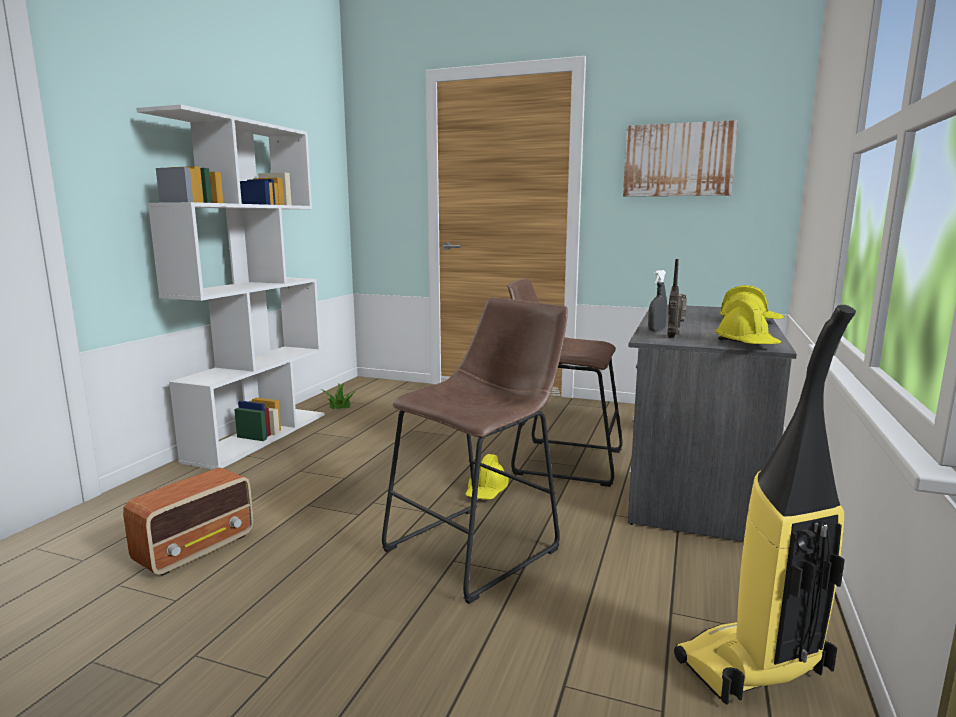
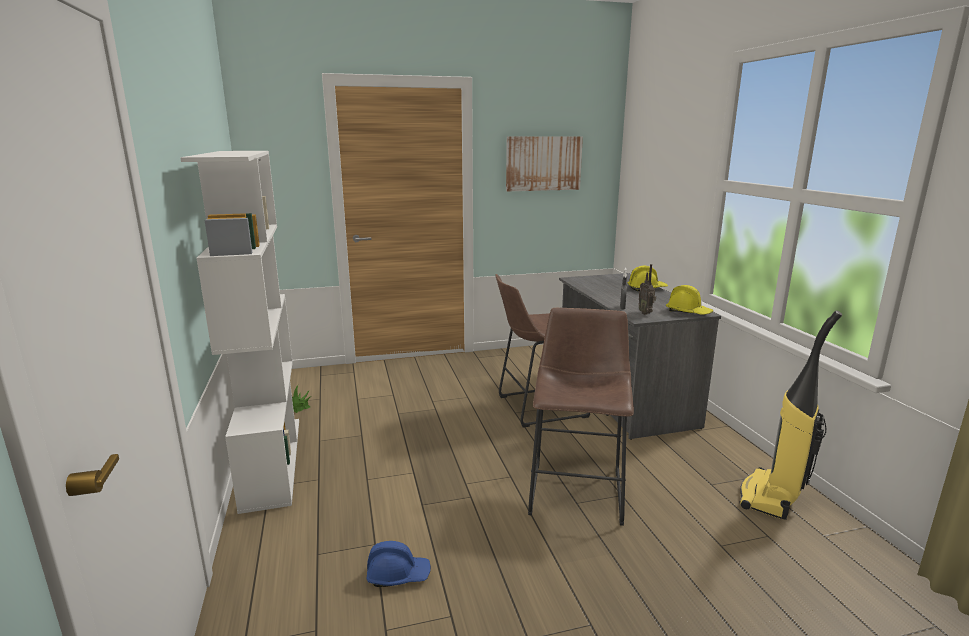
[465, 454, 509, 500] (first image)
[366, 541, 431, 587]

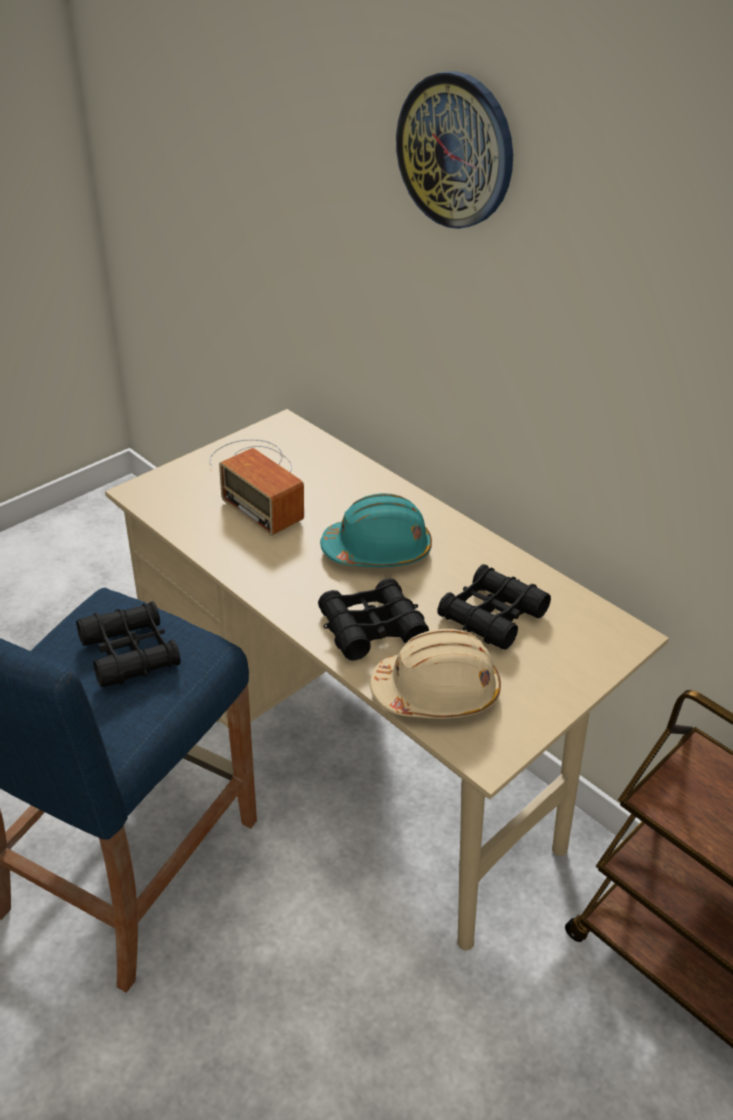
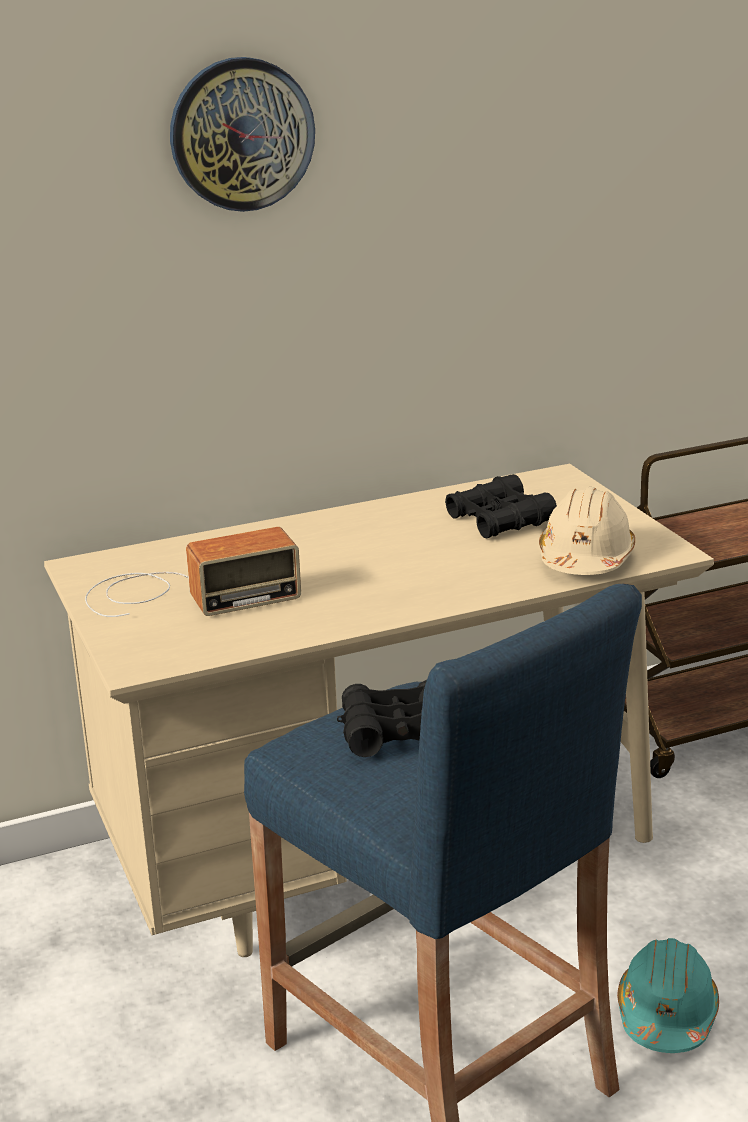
[318, 578, 429, 660] (first image)
[617, 938, 719, 1053]

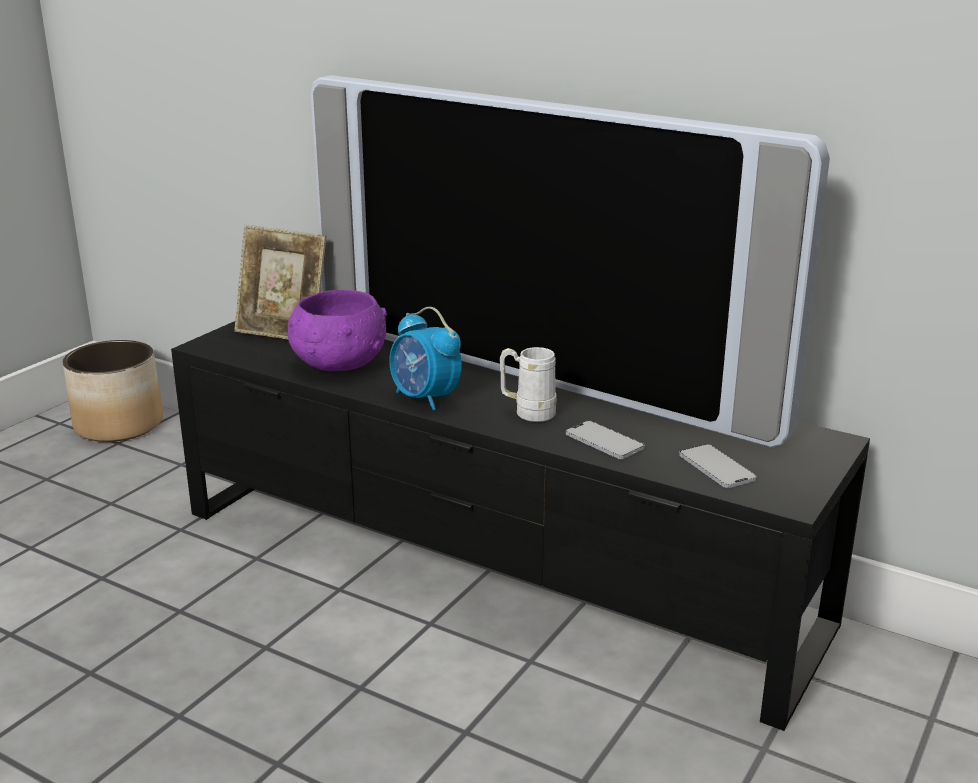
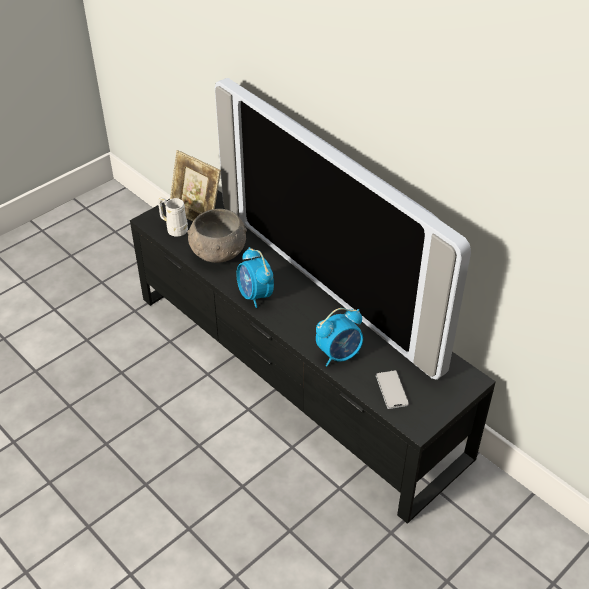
[63, 340, 163, 442] (first image)
[158, 197, 188, 237]
[316, 308, 363, 366]
[187, 209, 247, 263]

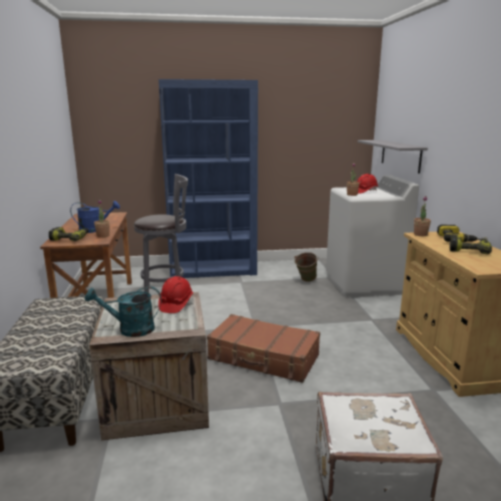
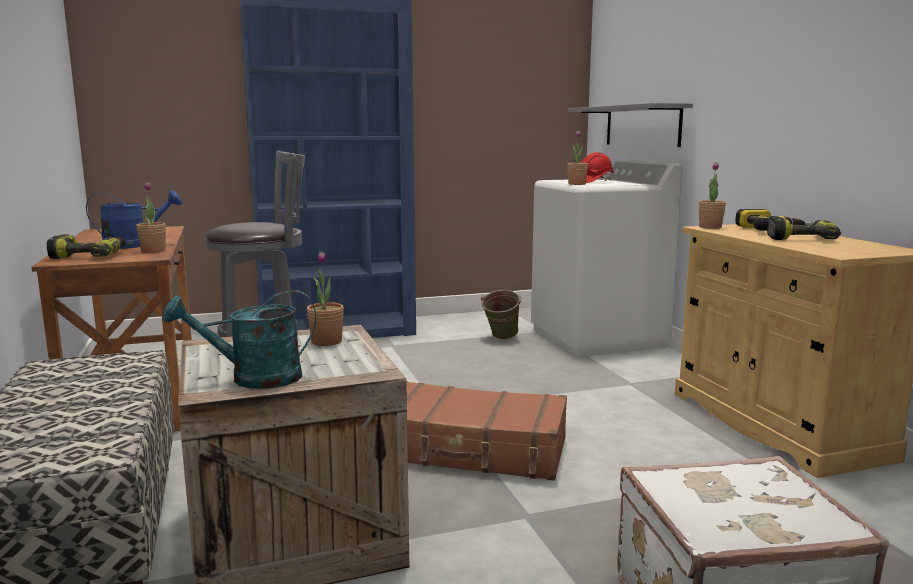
[307, 252, 344, 346]

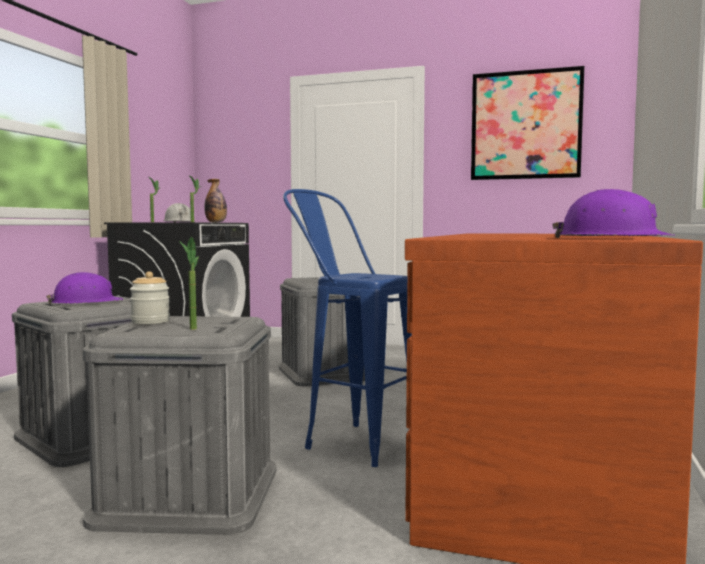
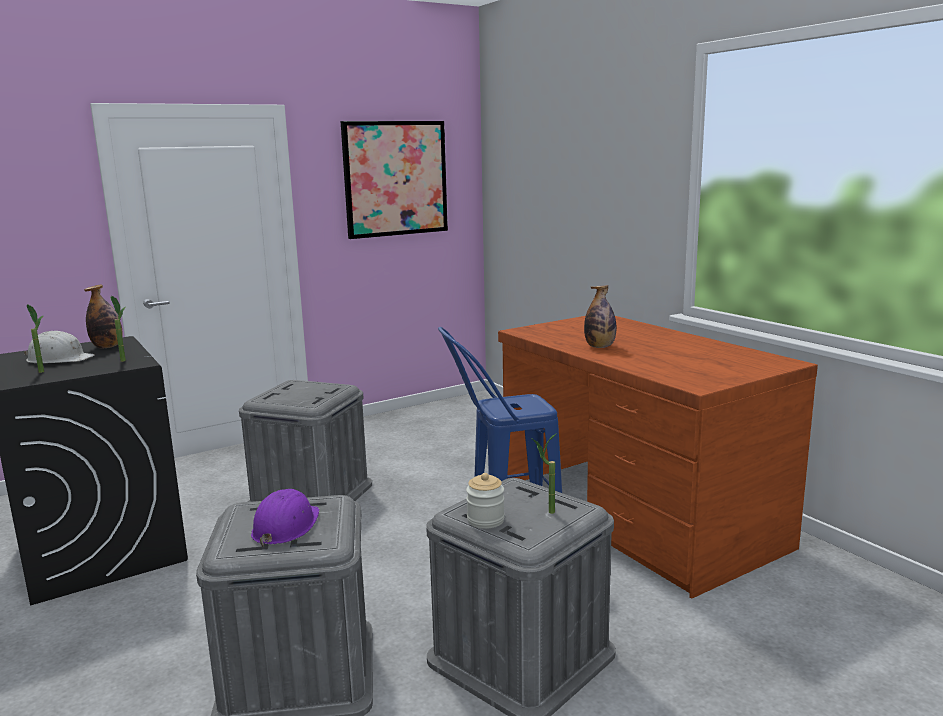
[552, 189, 675, 238] (first image)
[584, 285, 617, 348]

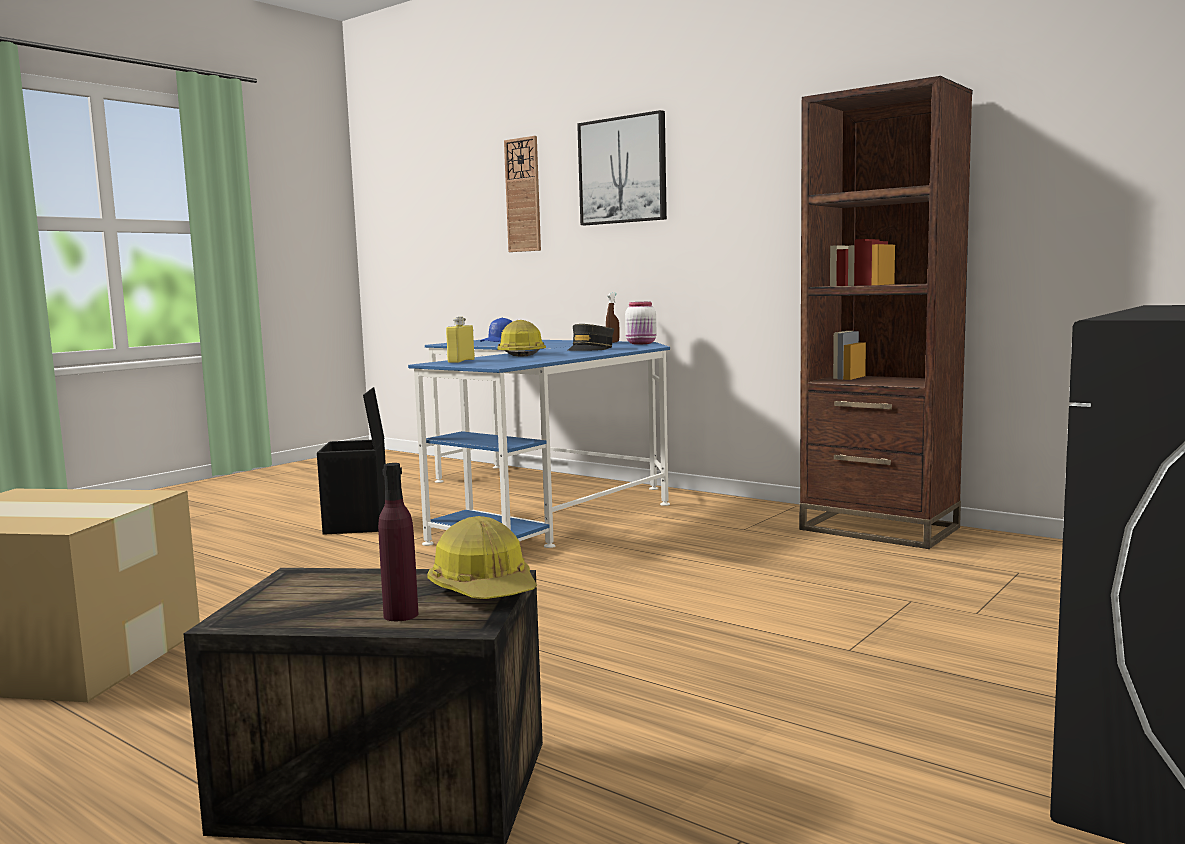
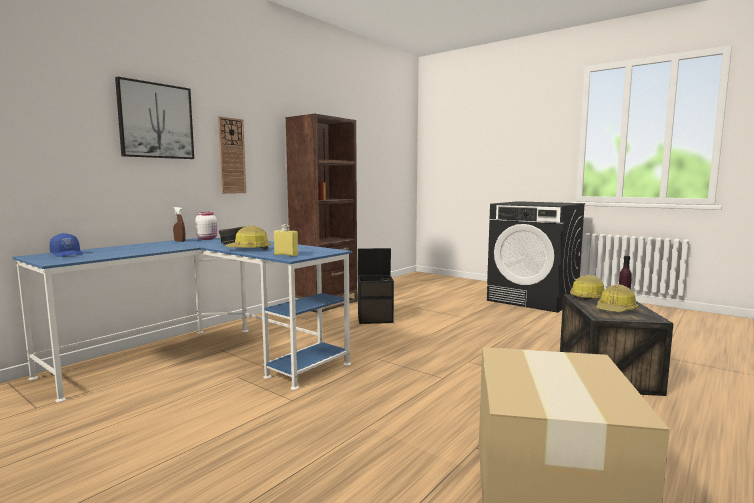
[597, 284, 638, 312]
[358, 248, 394, 324]
[218, 117, 246, 194]

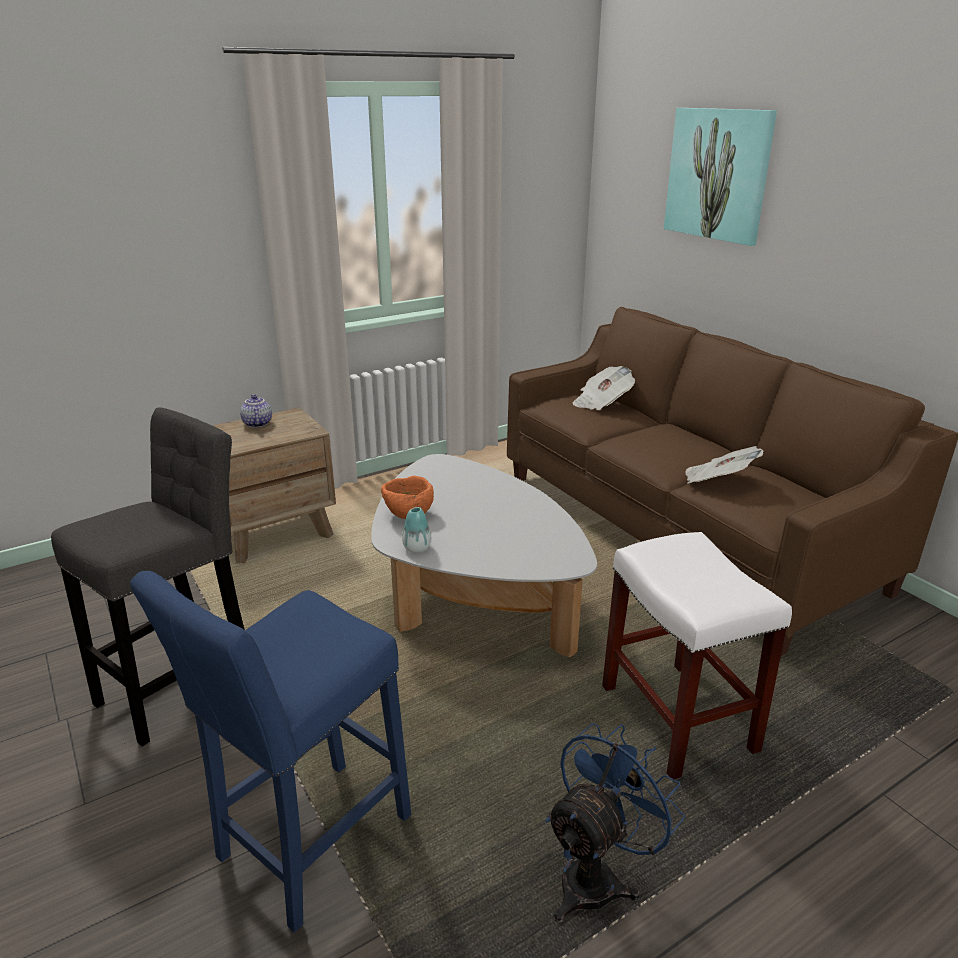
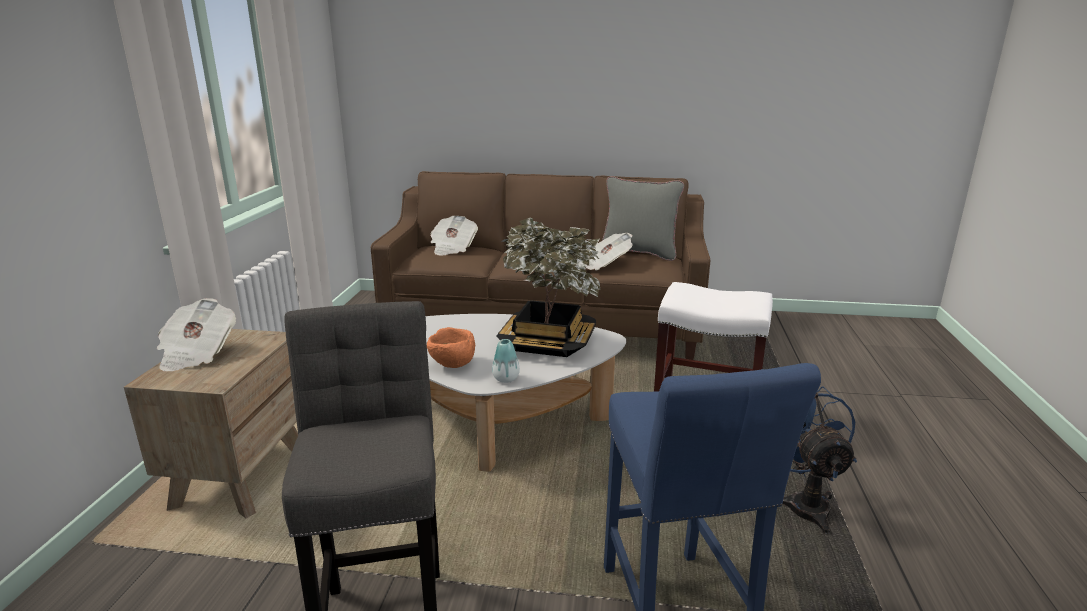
[664, 108, 777, 246] (first image)
[497, 218, 600, 357]
[602, 176, 684, 261]
[156, 298, 236, 371]

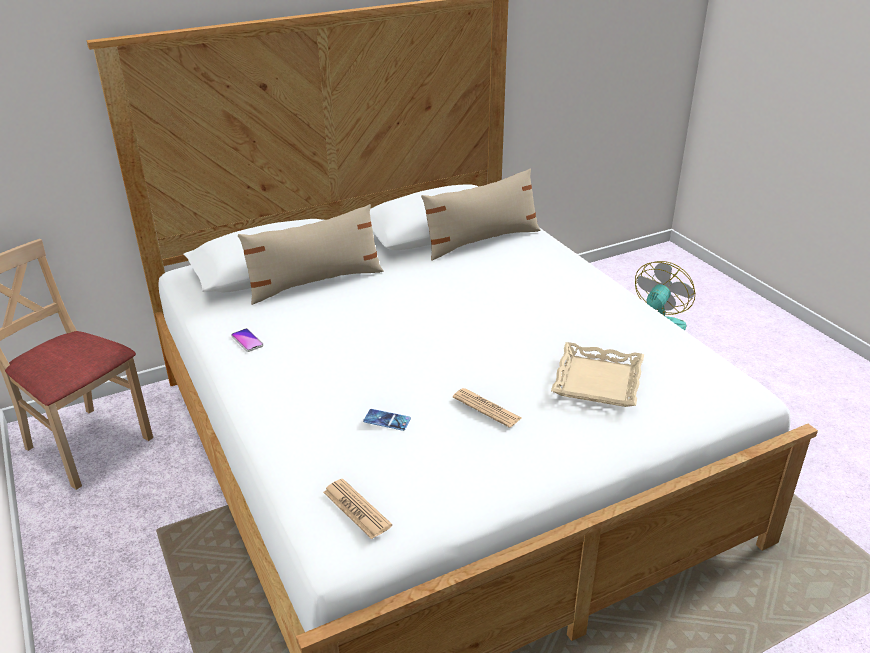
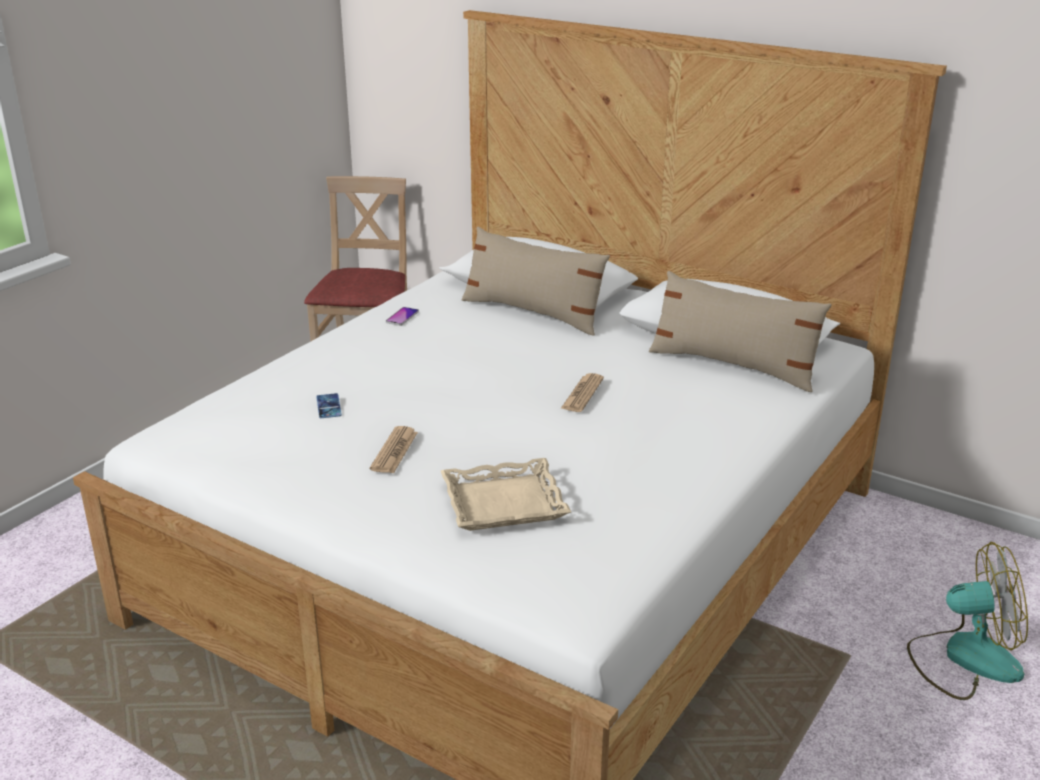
[560, 373, 604, 412]

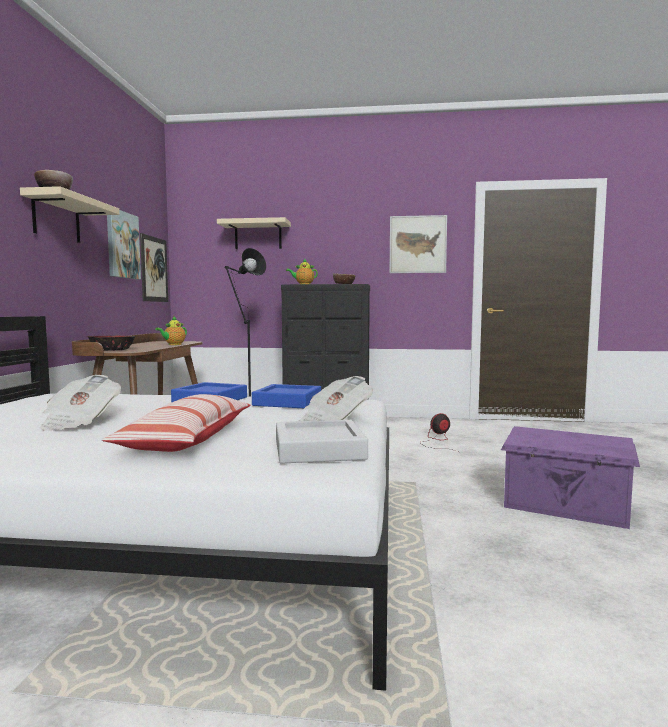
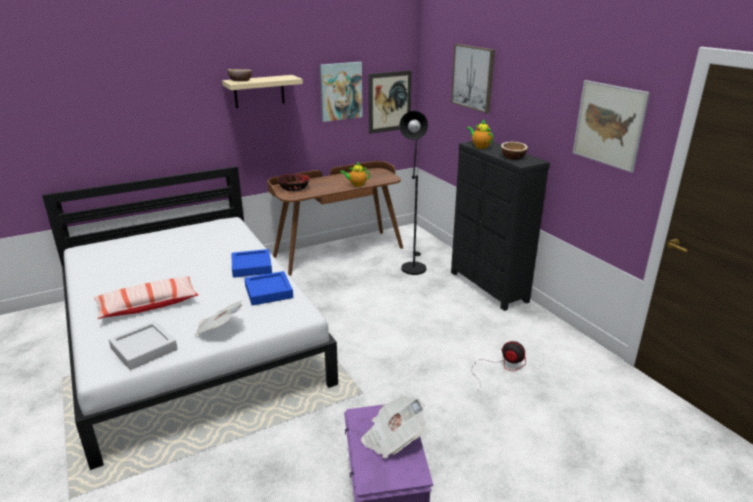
[361, 395, 426, 459]
[451, 44, 495, 113]

